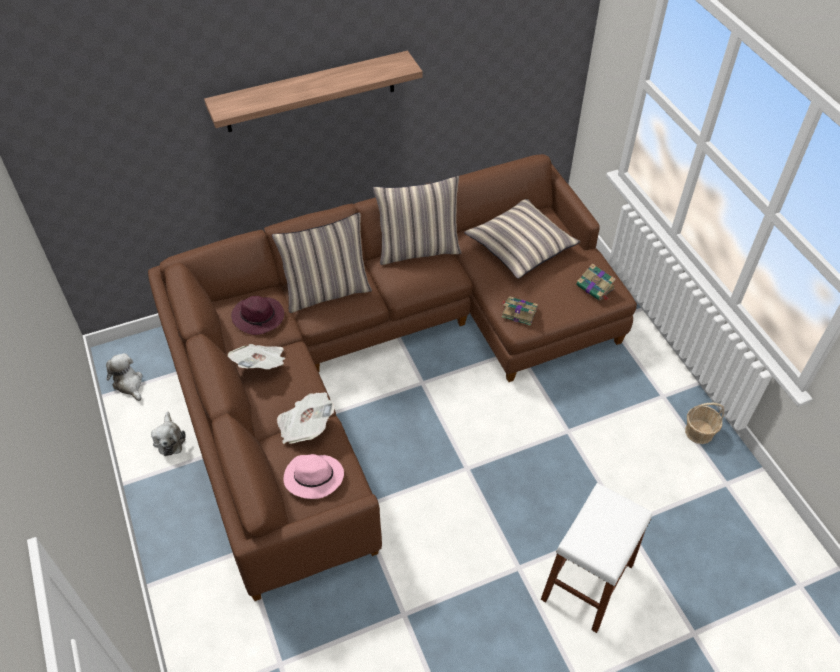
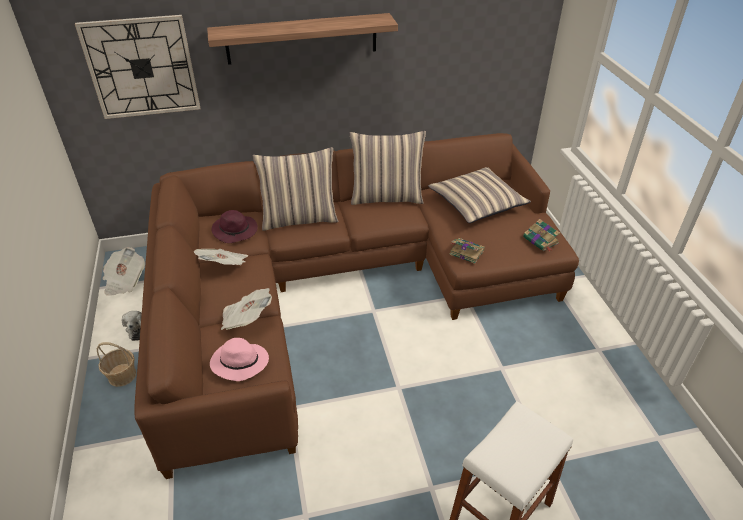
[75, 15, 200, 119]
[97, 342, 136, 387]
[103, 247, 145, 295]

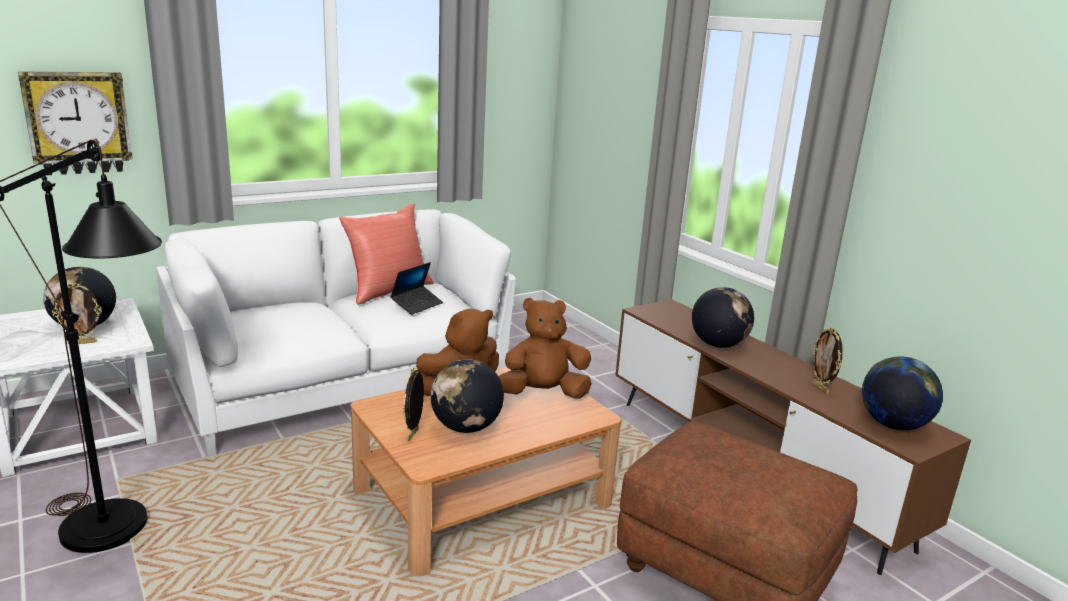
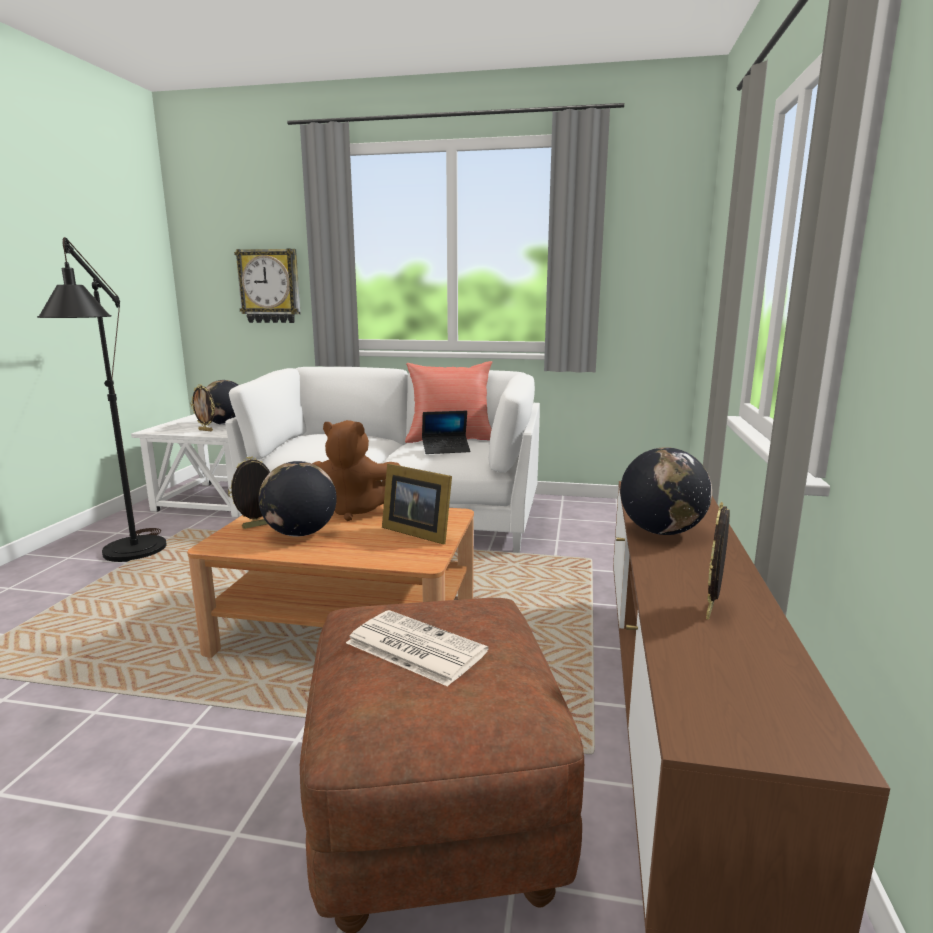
[862, 356, 943, 430] (first image)
[346, 610, 488, 687]
[382, 464, 452, 544]

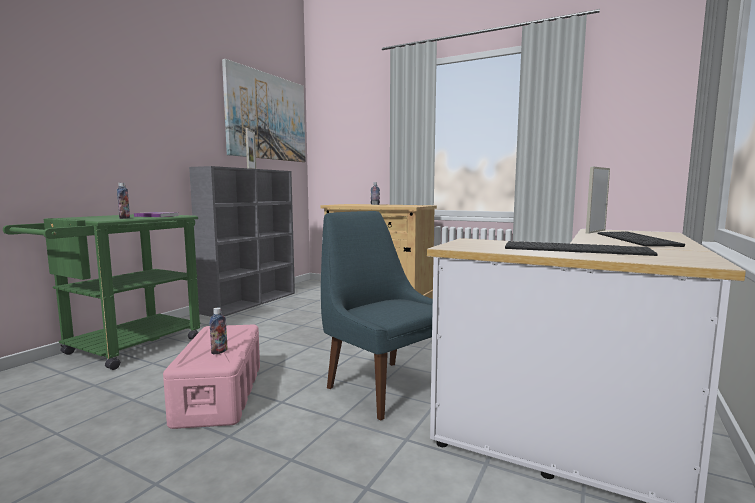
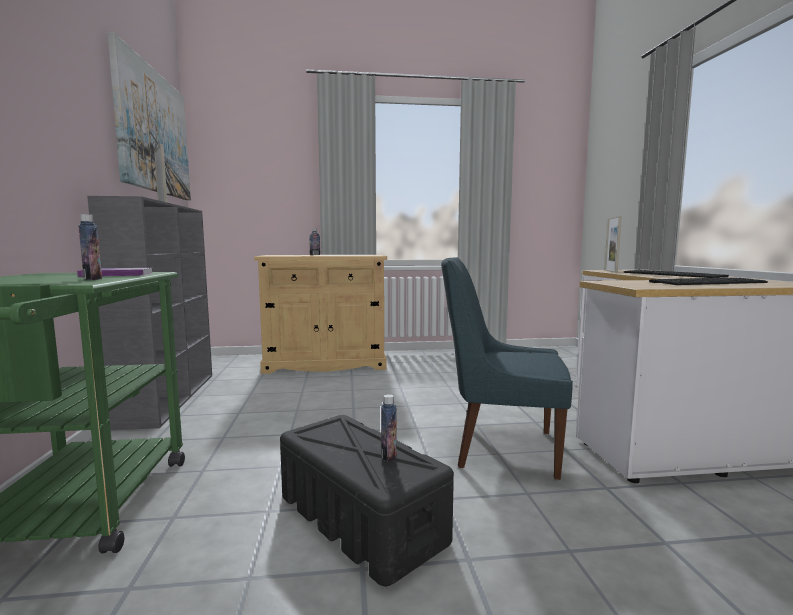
[280, 415, 454, 586]

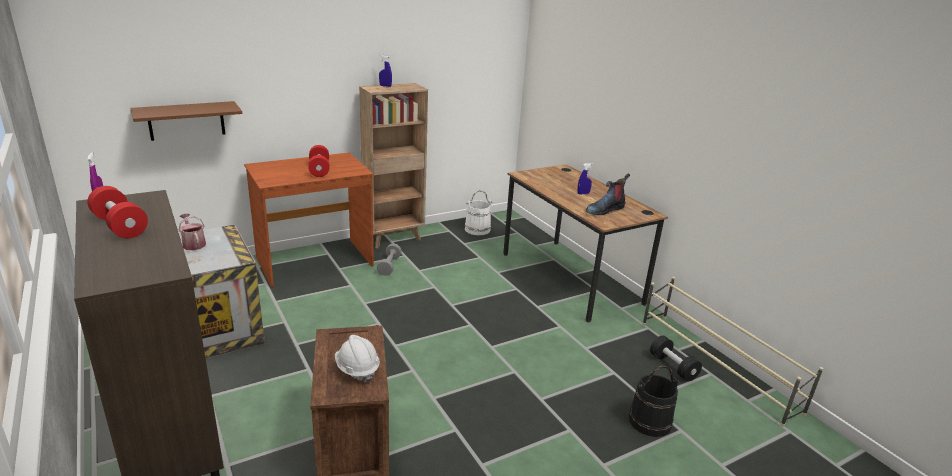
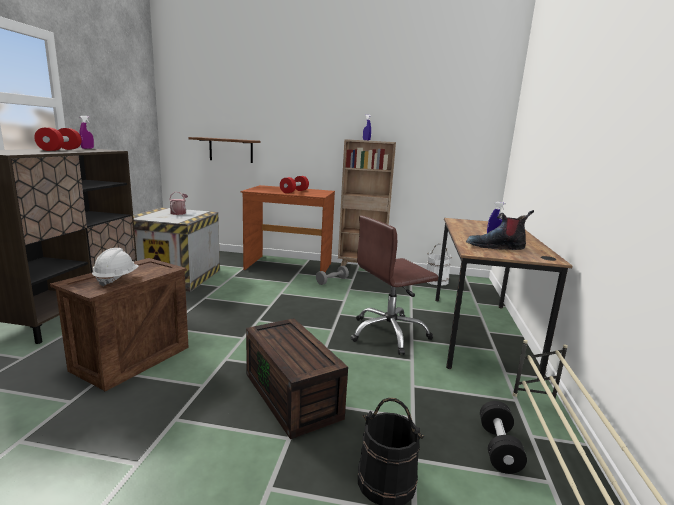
[246, 318, 348, 439]
[351, 215, 438, 355]

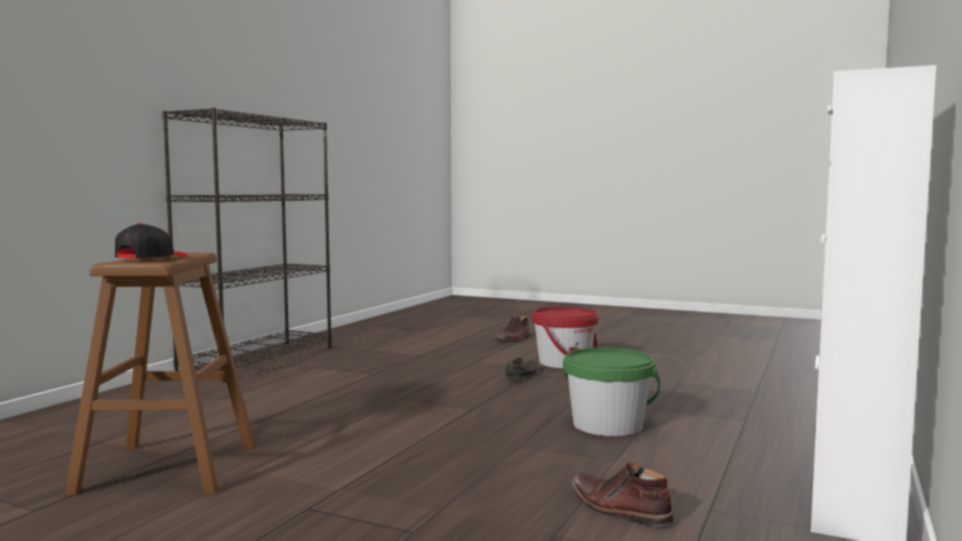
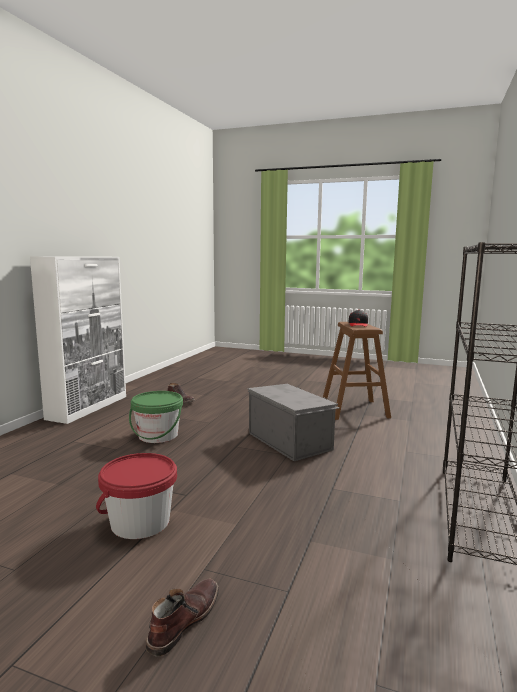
[505, 358, 539, 380] (first image)
[247, 384, 339, 461]

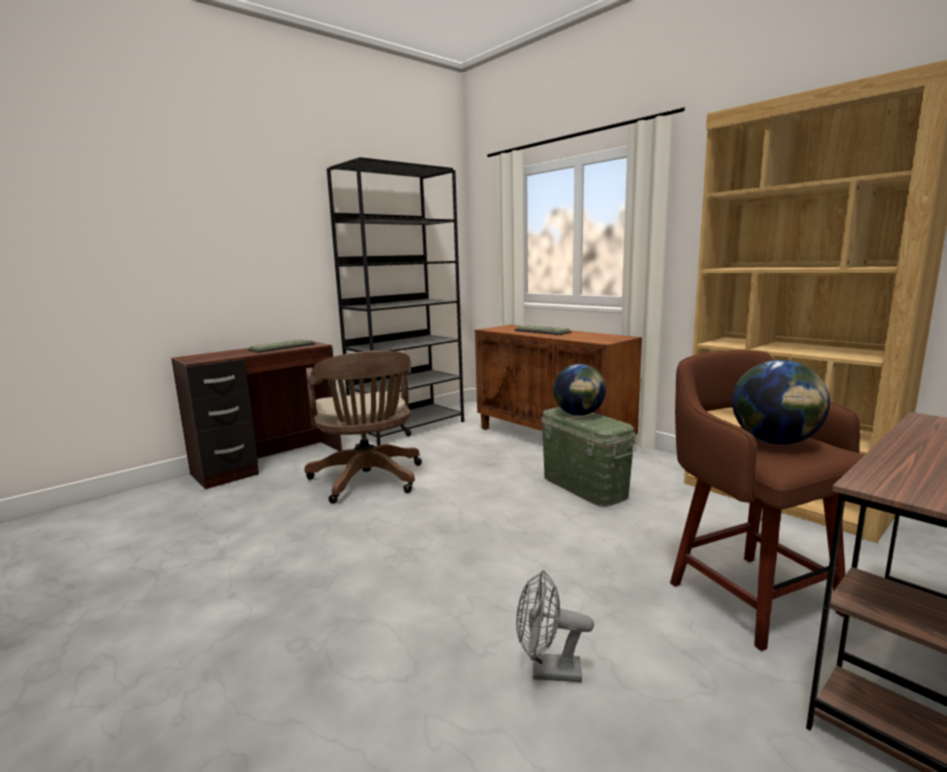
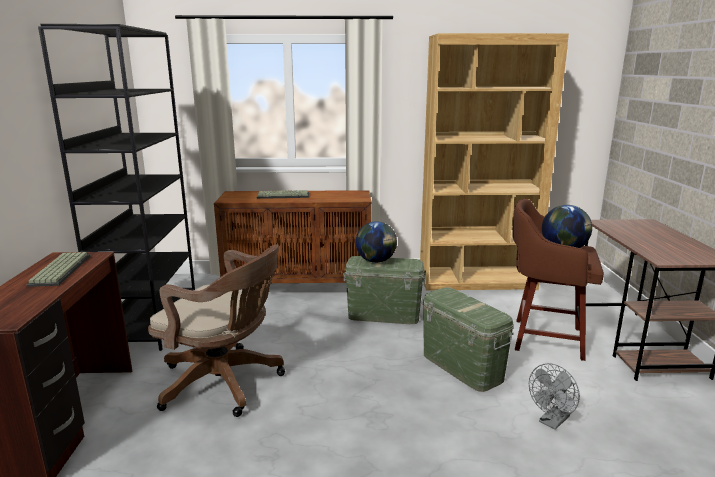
[423, 287, 514, 392]

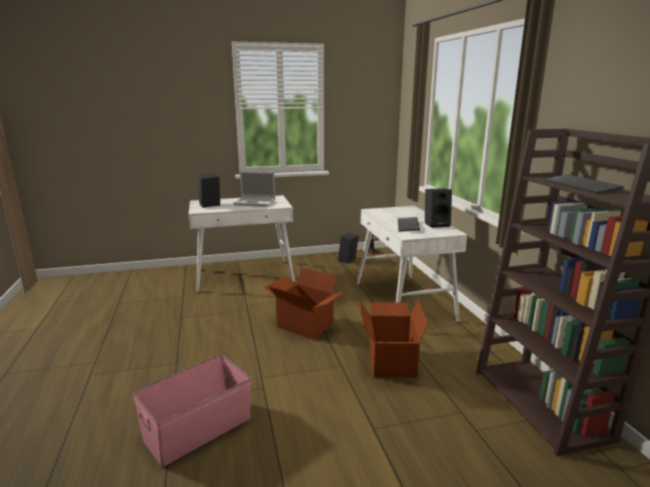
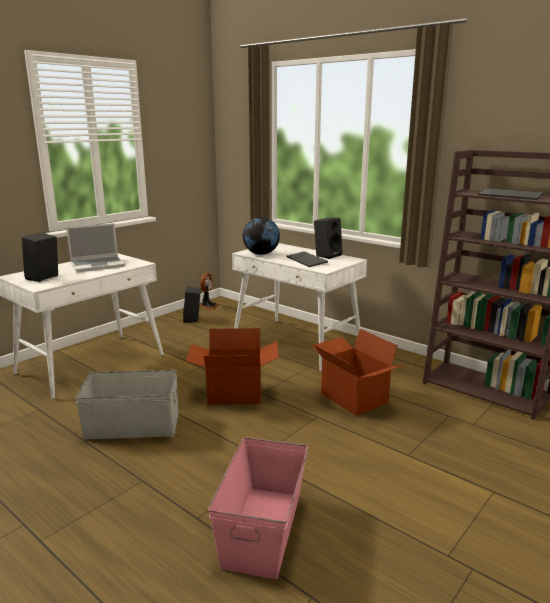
[75, 370, 178, 439]
[243, 217, 280, 255]

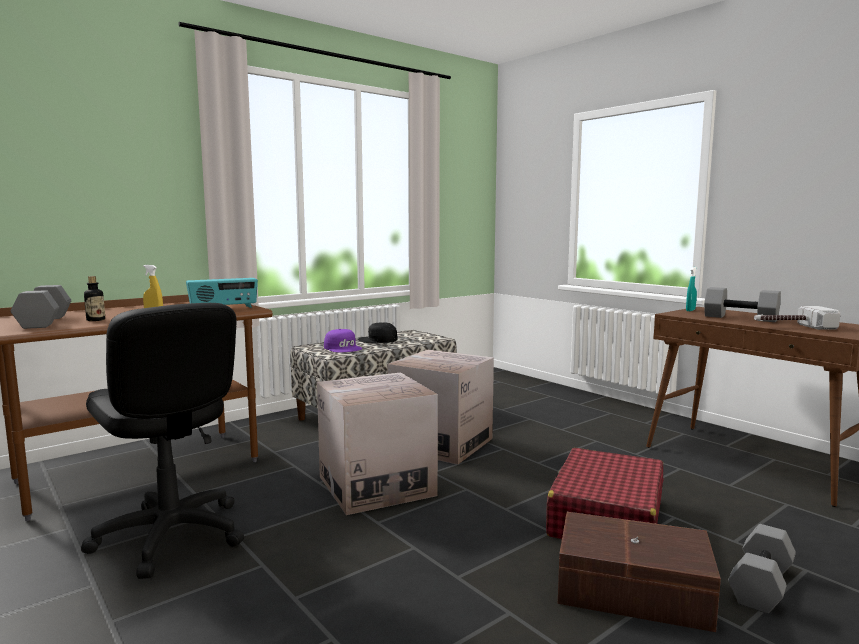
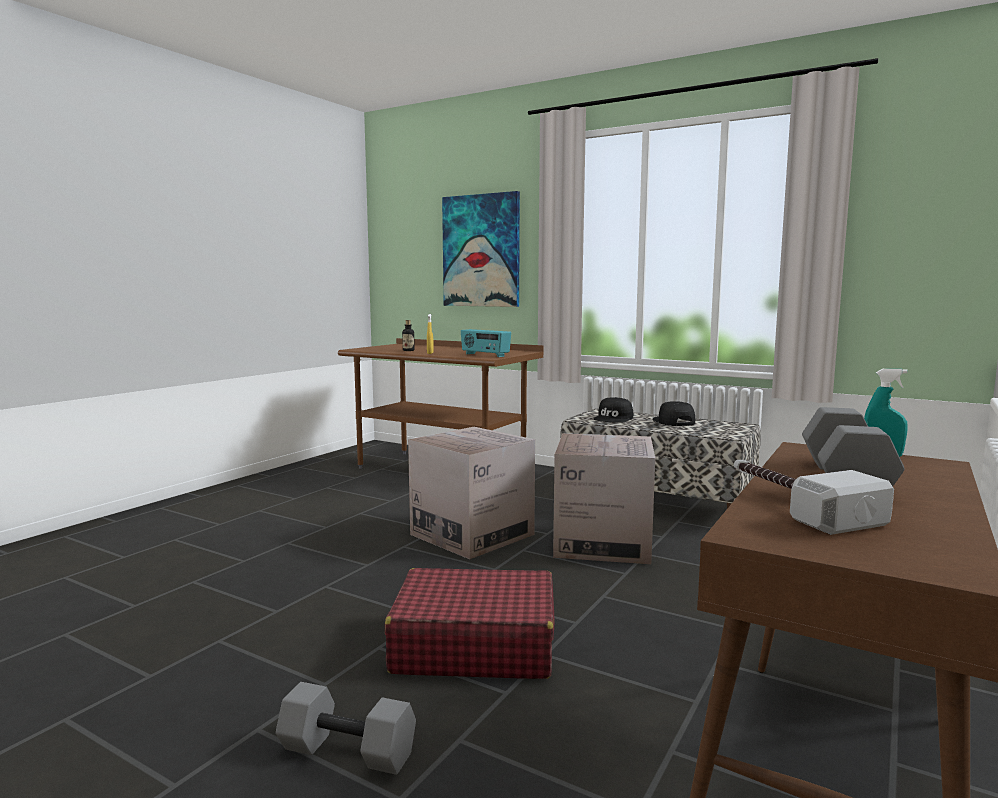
[11, 285, 71, 329] (first image)
[81, 303, 244, 579] (first image)
[558, 512, 721, 632] (first image)
[442, 191, 520, 307]
[593, 397, 633, 423]

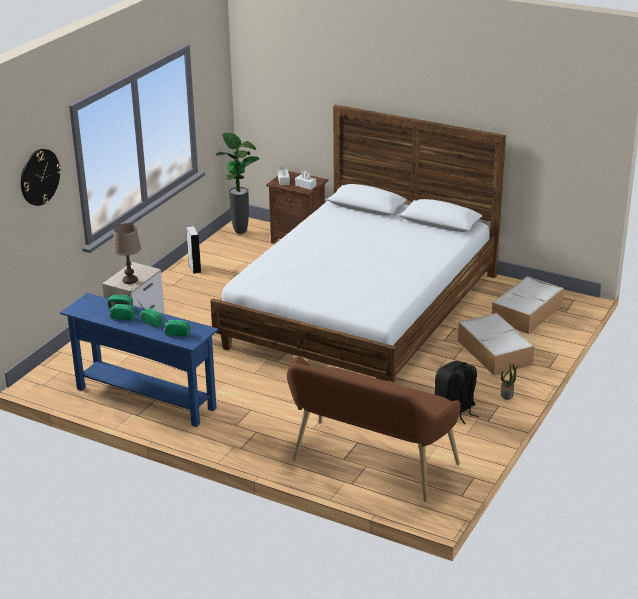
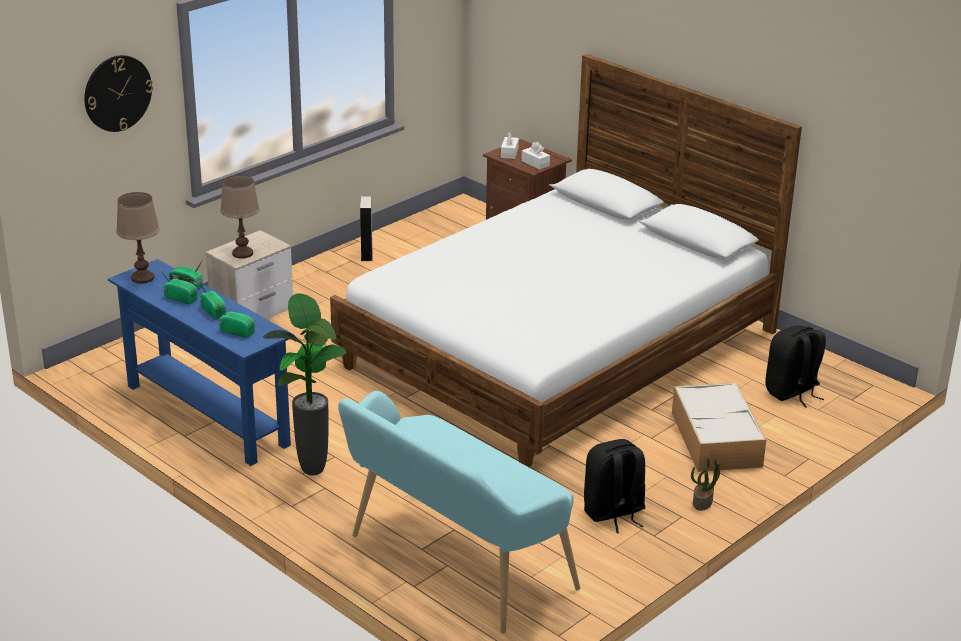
[116, 192, 160, 284]
[263, 293, 346, 476]
[765, 325, 826, 408]
[338, 391, 580, 633]

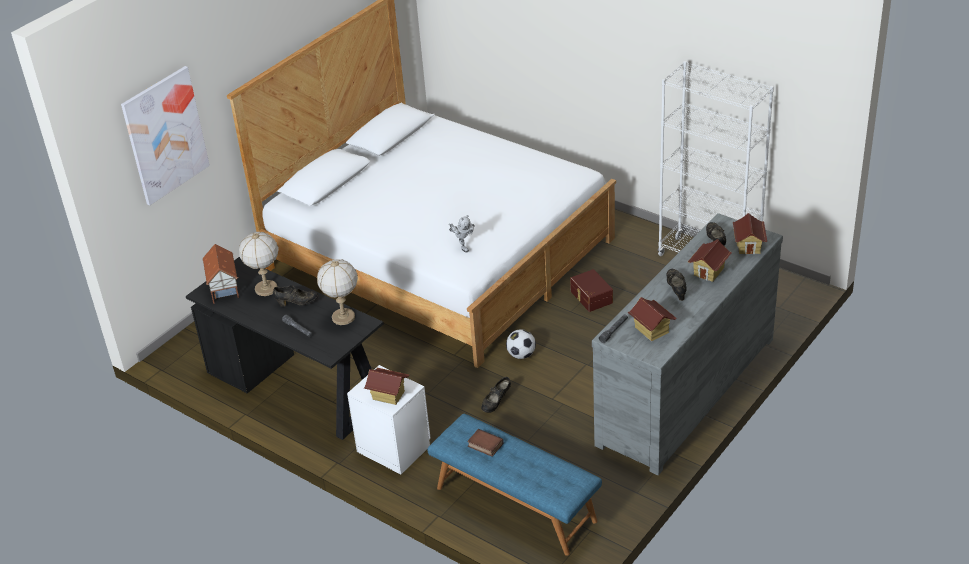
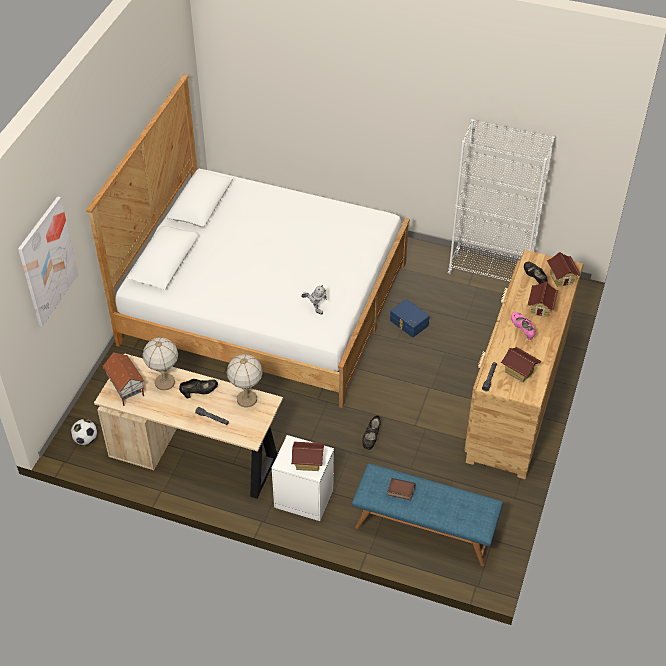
[71, 419, 97, 445]
[94, 353, 283, 499]
[390, 299, 429, 338]
[464, 250, 584, 479]
[511, 312, 536, 340]

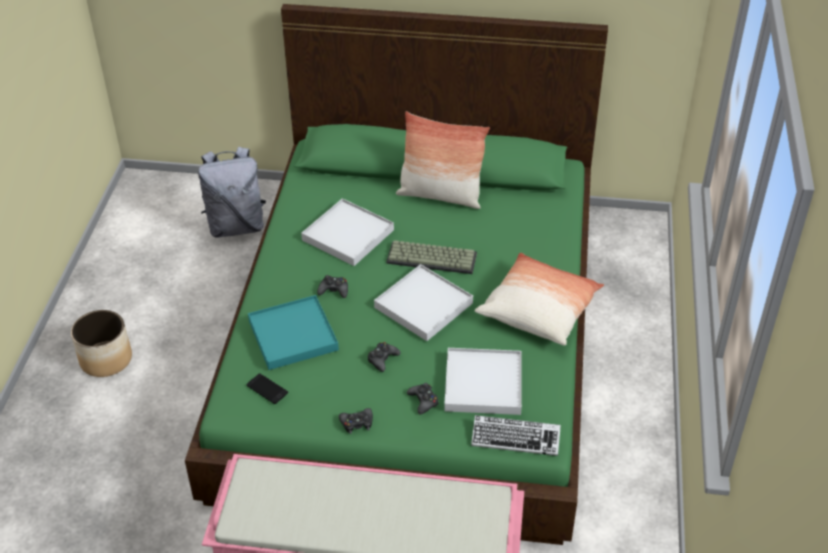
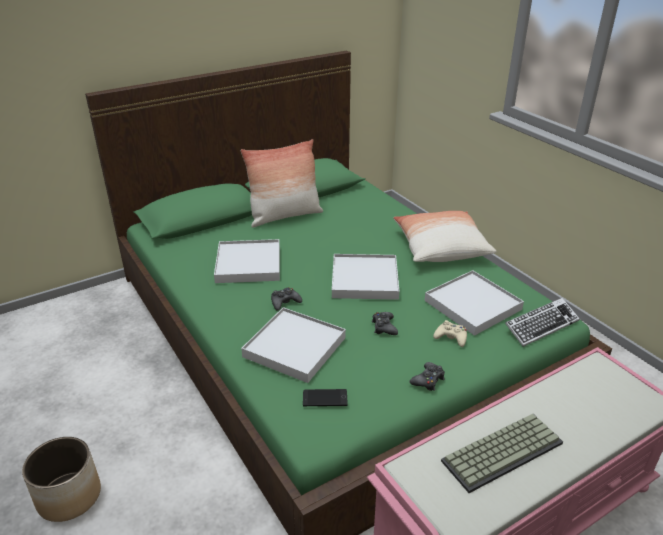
[198, 147, 266, 238] (first image)
[441, 414, 563, 493]
[241, 307, 346, 383]
[433, 320, 467, 347]

